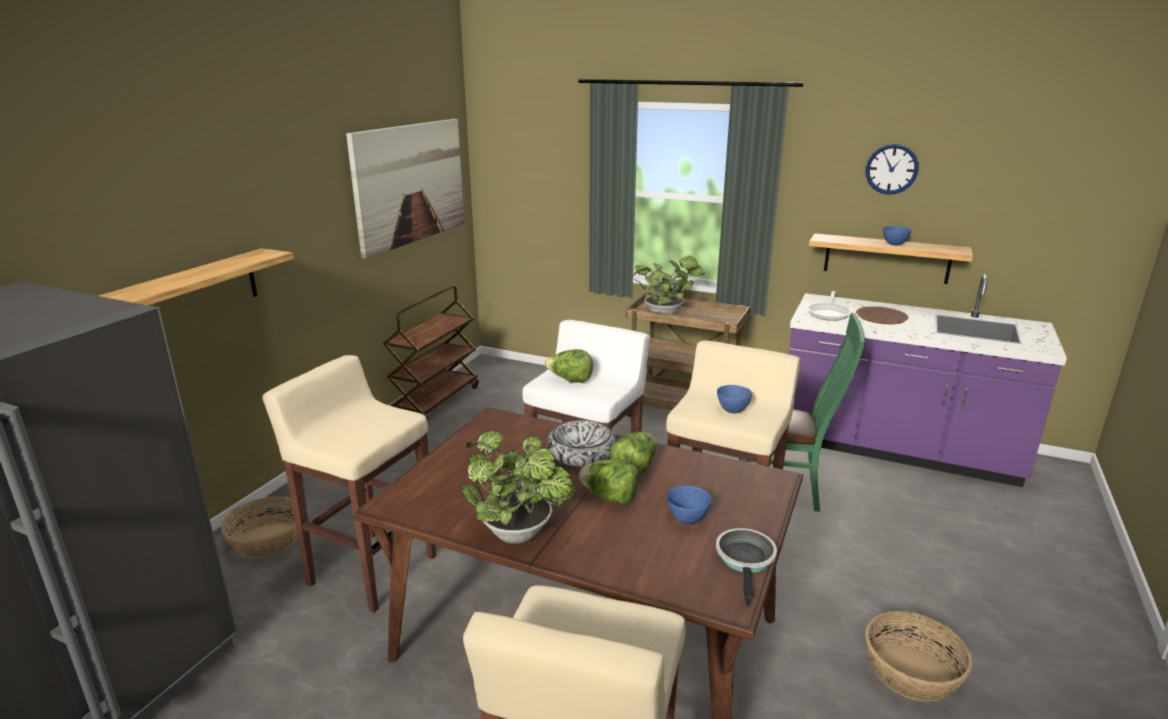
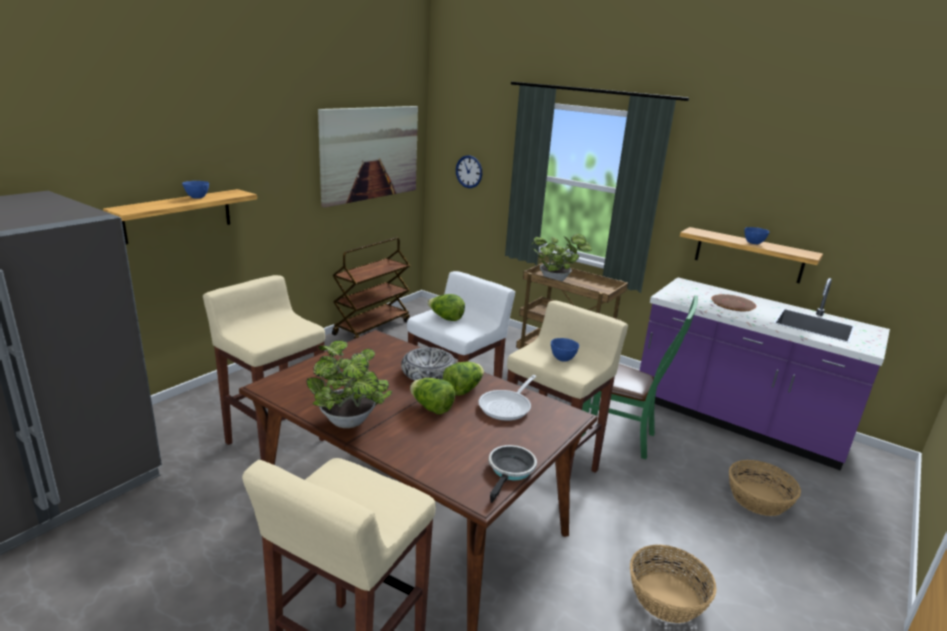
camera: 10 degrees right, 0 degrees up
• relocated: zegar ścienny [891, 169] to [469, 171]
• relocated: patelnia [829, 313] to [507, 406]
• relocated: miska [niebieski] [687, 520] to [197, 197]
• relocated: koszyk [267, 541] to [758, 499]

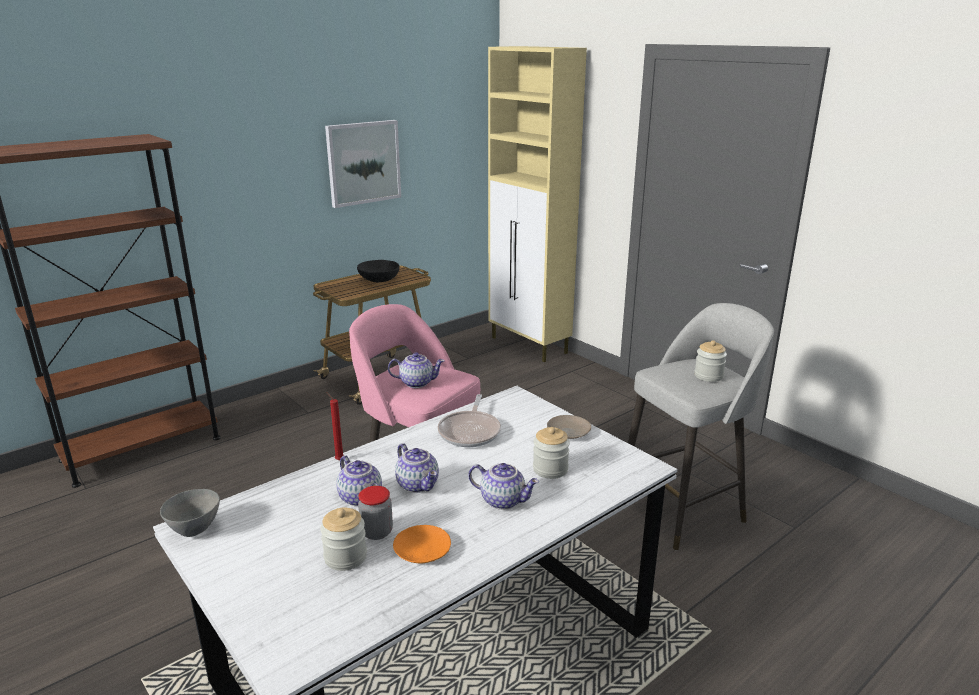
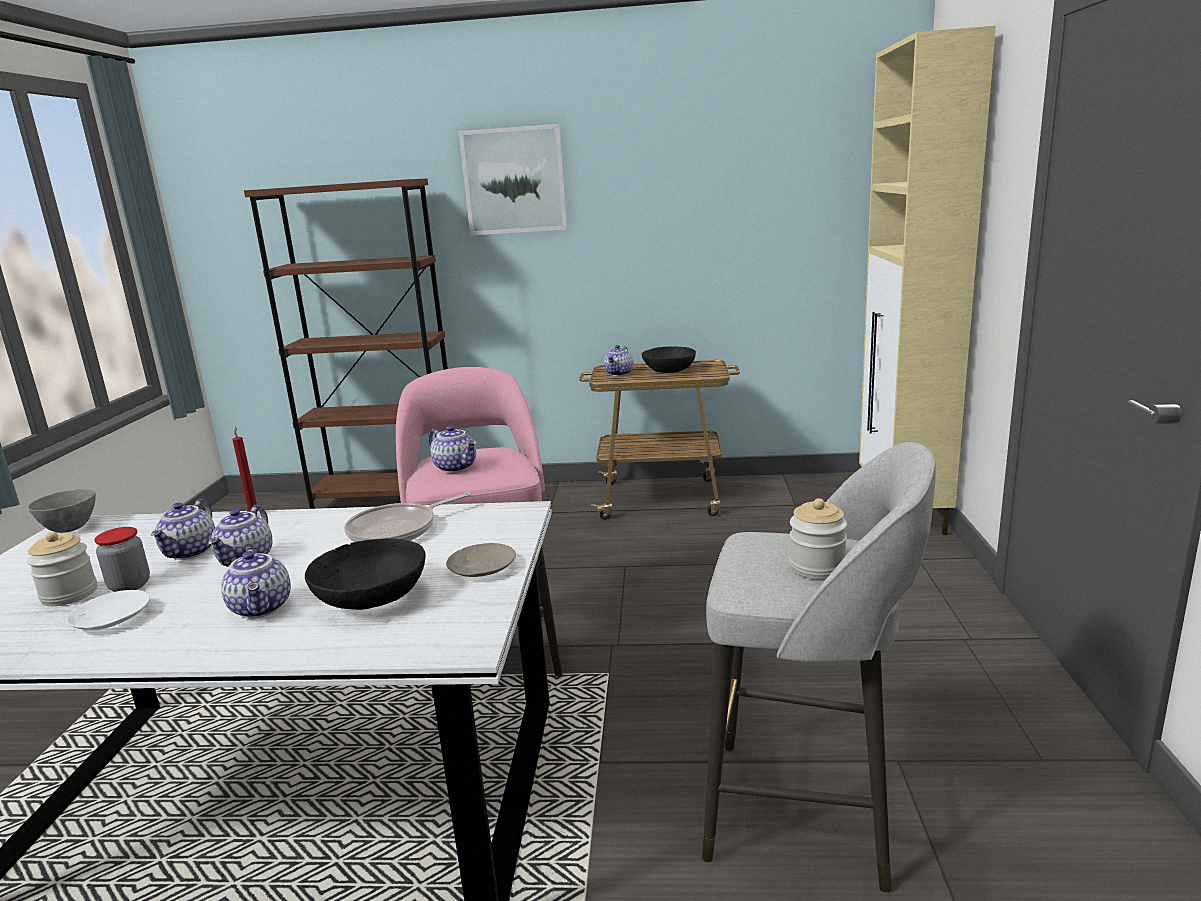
camera: 45 degrees right, 5 degrees down
• relocated: obraz [363, 163] to [514, 180]
• exchanged: słoik [550, 469] to miska [czarny] [371, 598]
• colour: talerz [pomarańczowy] [422, 550] to talerz [biały] [111, 619]
• appeared: imbryk [620, 374]

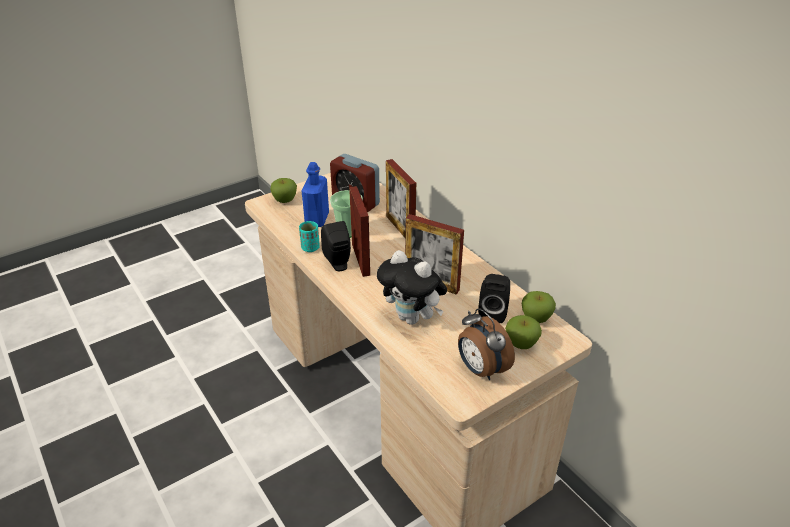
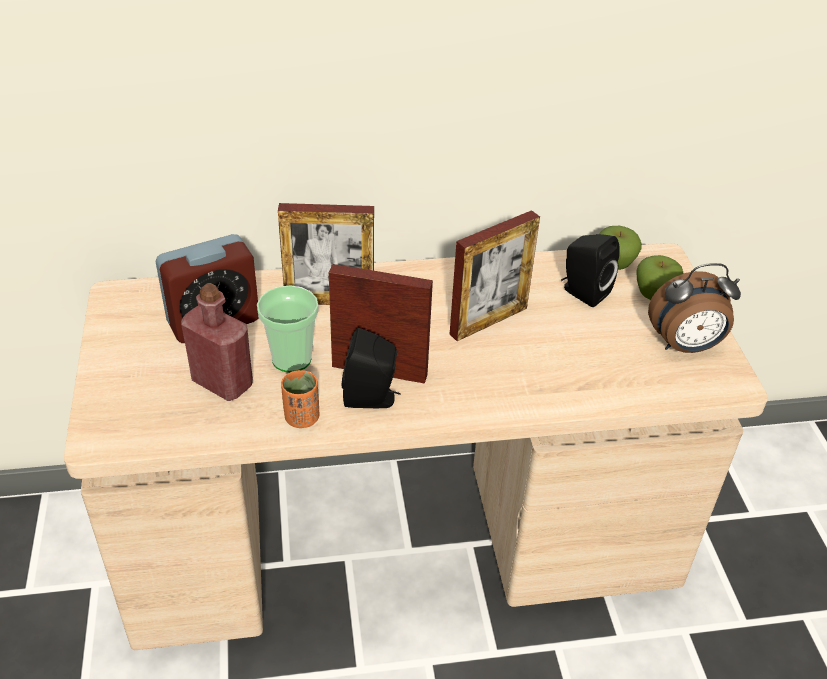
camera: 65 degrees left, 5 degrees up
• colour: butelka [niebieski] [317, 219] to butelka [czerwony] [222, 383]
• missing: jabłko [285, 201]
• colour: filiżanka [turkusowy] [310, 248] to filiżanka [pomarańczowy] [302, 418]
• missing: pluszak [412, 318]

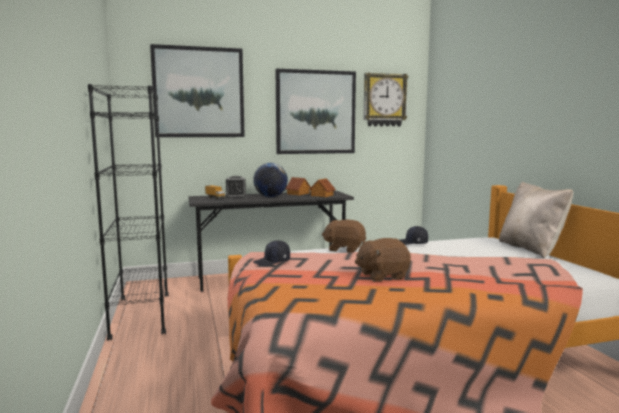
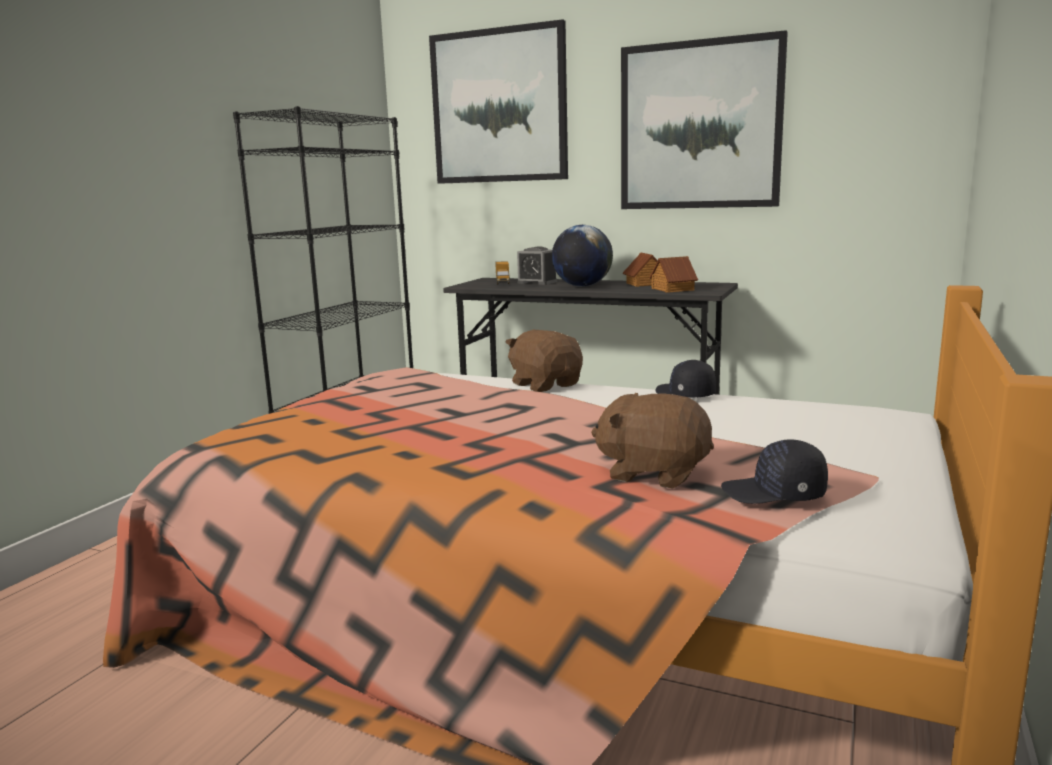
camera: 40 degrees right, 5 degrees up
• missing: zegar ścienny [384, 100]
• missing: poduszka [beżowy] [531, 249]
• relocated: pluszak [brązowy] [382, 275] to [653, 473]
• relocated: czapka z daszkiem [czarny] [272, 262] to [774, 494]

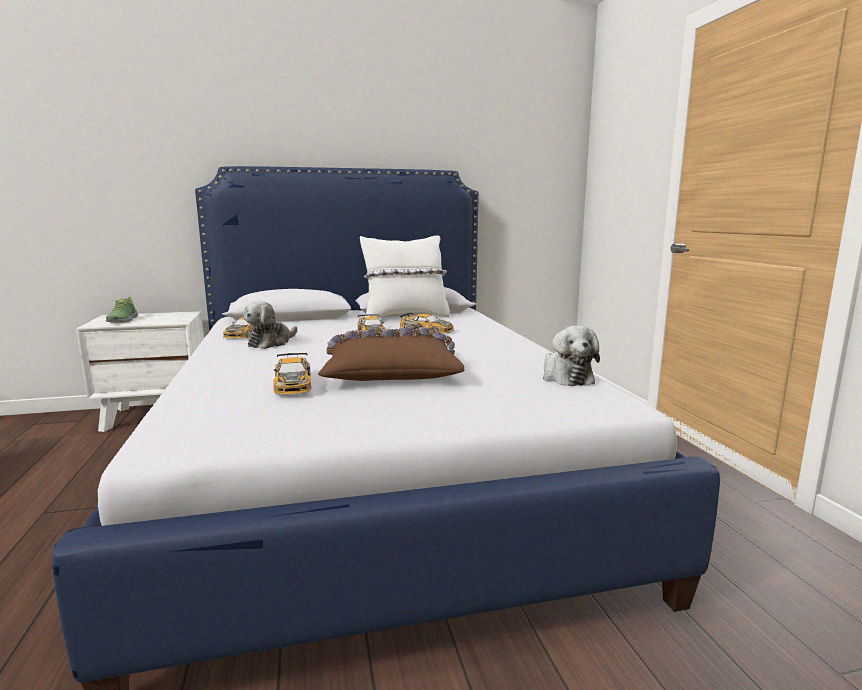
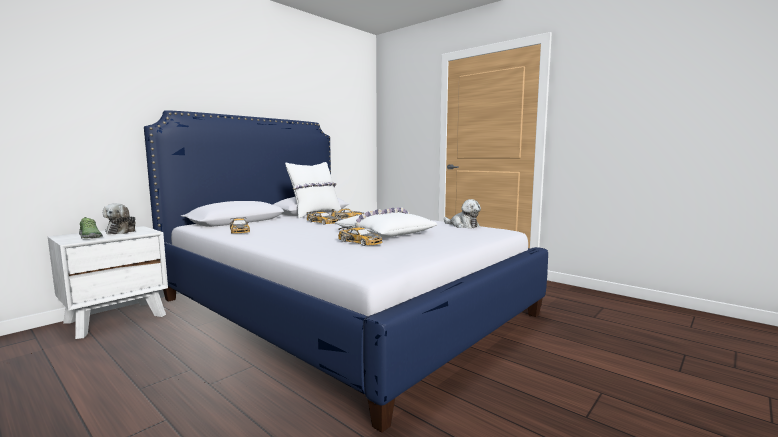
camera: 35 degrees left, 5 degrees down
• relocated: pluszak [271, 343] to [122, 231]
• colour: poduszka [brązowy] [390, 371] to poduszka [biały] [385, 233]

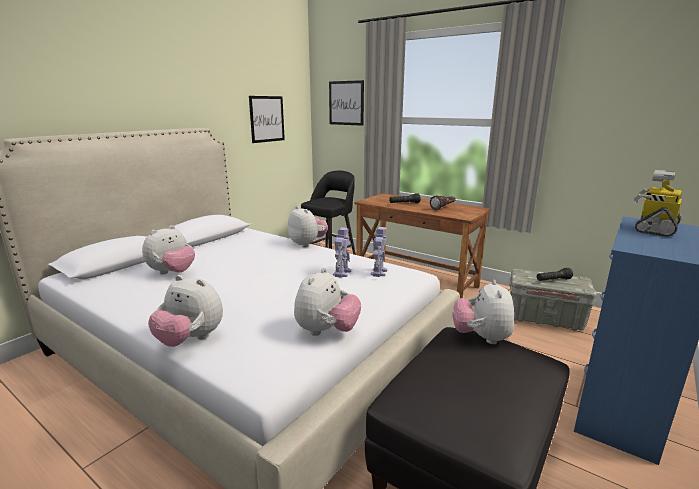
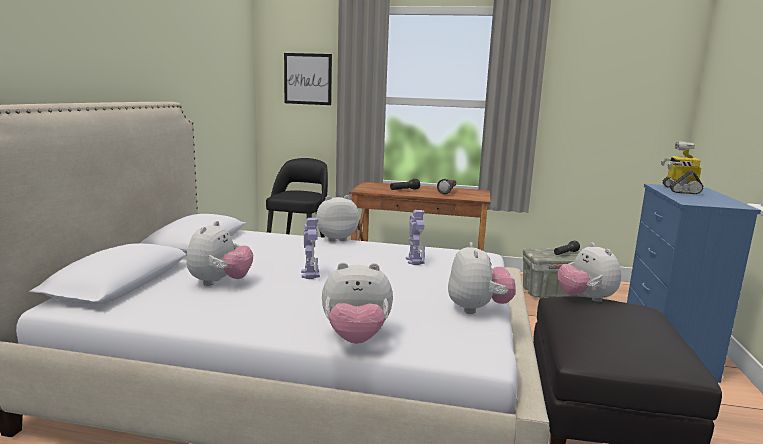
camera: 25 degrees left, 5 degrees down
• missing: obraz [267, 119]
• spun: pluszak [307, 244] = [335, 238] 45 degrees counterclockwise
• relocated: robot zabawkowy [379, 272] to [310, 274]

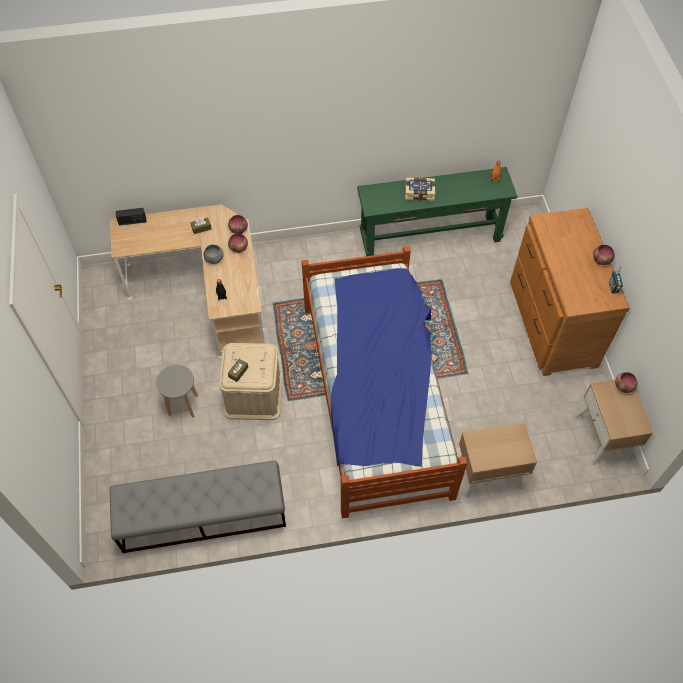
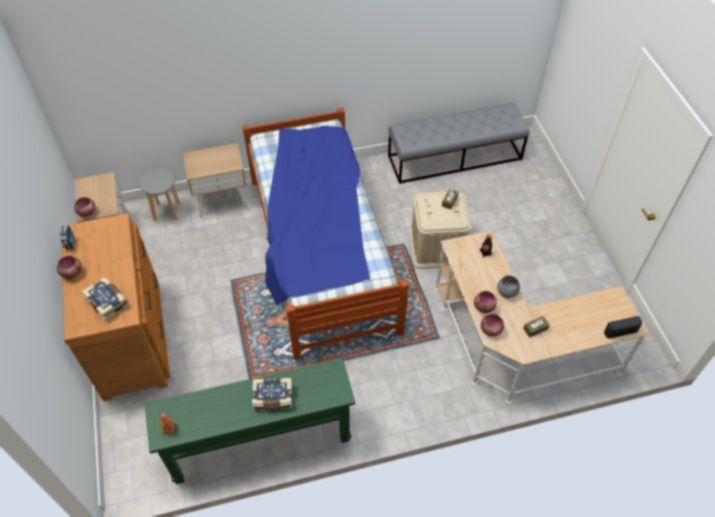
camera: 175 degrees right, 5 degrees down
• relocated: stołek [szary] [183, 405] to [167, 212]
• appeared: książka [108, 302]

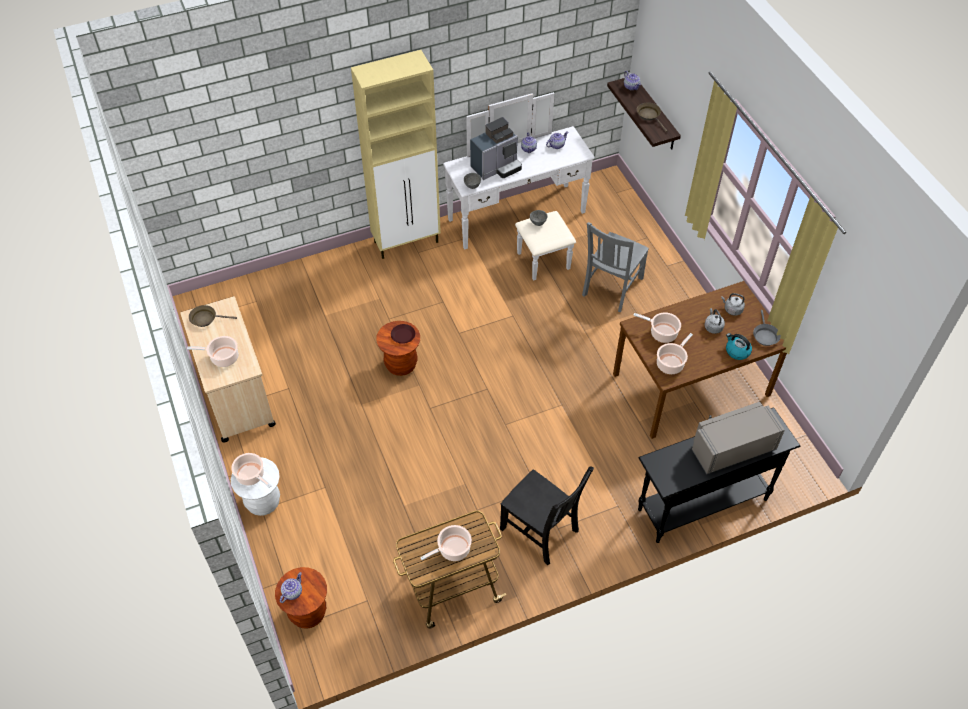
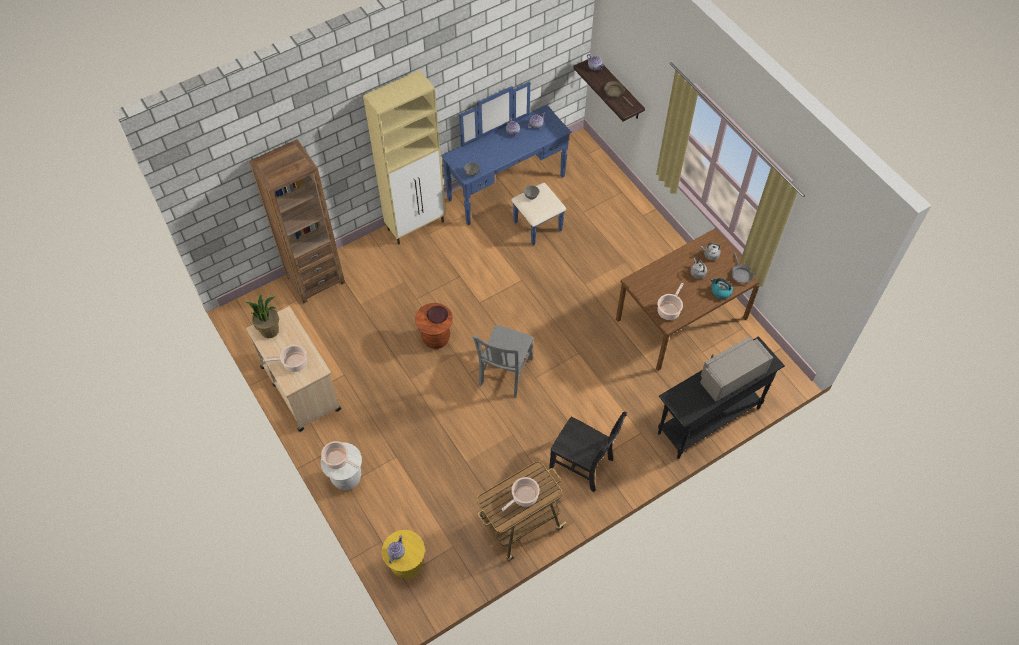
camera: 10 degrees left, 5 degrees up
• colour: komoda [biały] [523, 226] to komoda [niebieski] [514, 196]
• missing: ekspres do kawy [496, 167]
• relocated: krzesło [szary] [611, 288] to [504, 373]
• exchanged: patelnia [brązowy] [206, 318] to roślina doniczkowa [270, 330]
• missing: garnek [661, 333]
• colour: stołek [brązowy] [308, 612] to stołek [żółty] [407, 565]
• appeared: regał [brązowy] [315, 279]

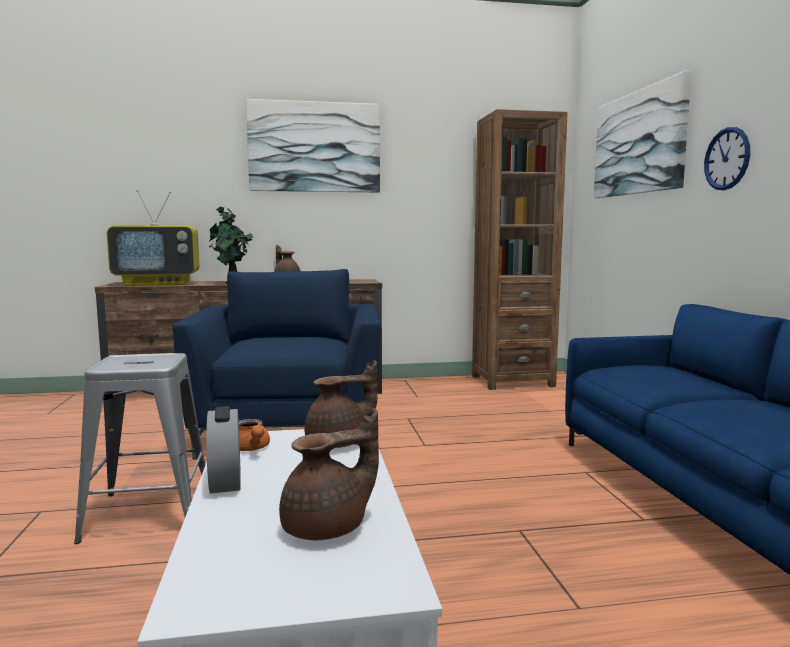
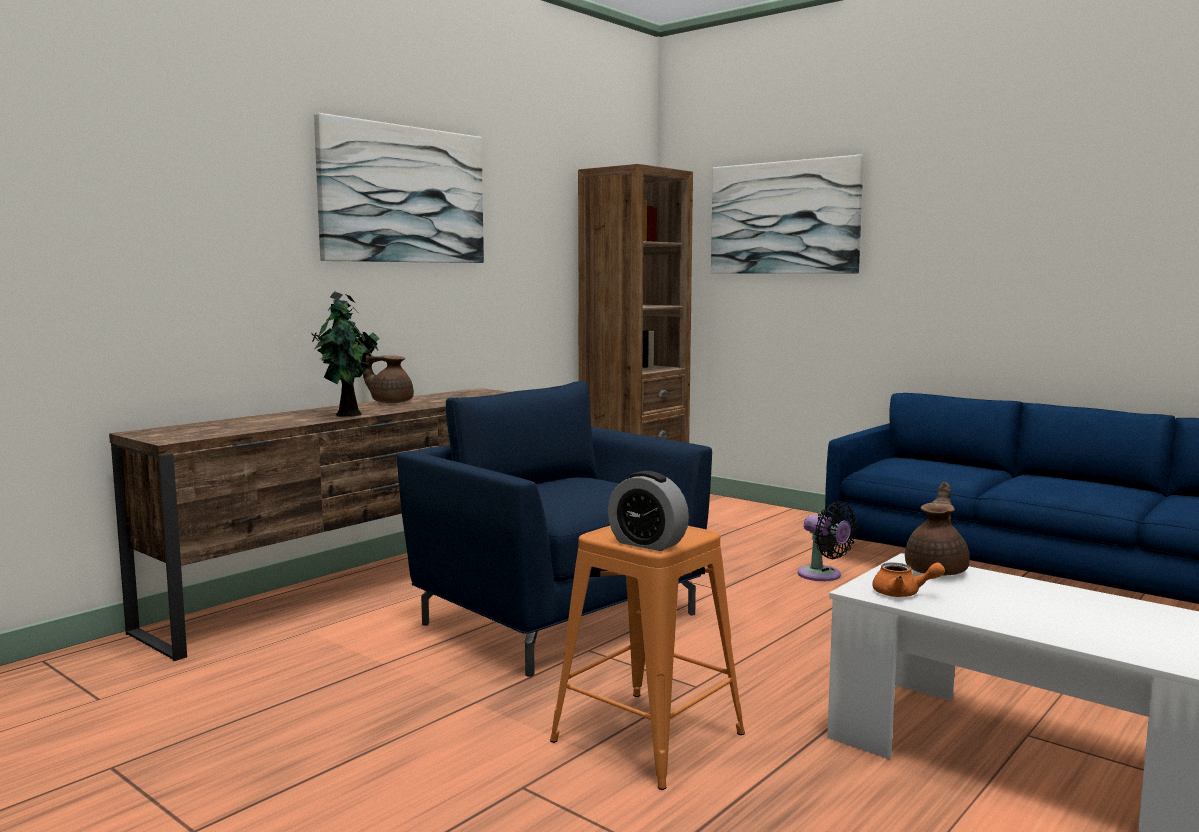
camera: 40 degrees left, 0 degrees up
• missing: zegar ścienny [727, 159]
• missing: telewizor [158, 284]
• colour: stołek [szary] [147, 513] to stołek [pomarańczowy] [648, 738]
• relocated: budzik [225, 481] to [647, 543]
• missing: imbryk [brązowy] [328, 527]
• appeared: wentylator [czarny] [823, 576]

